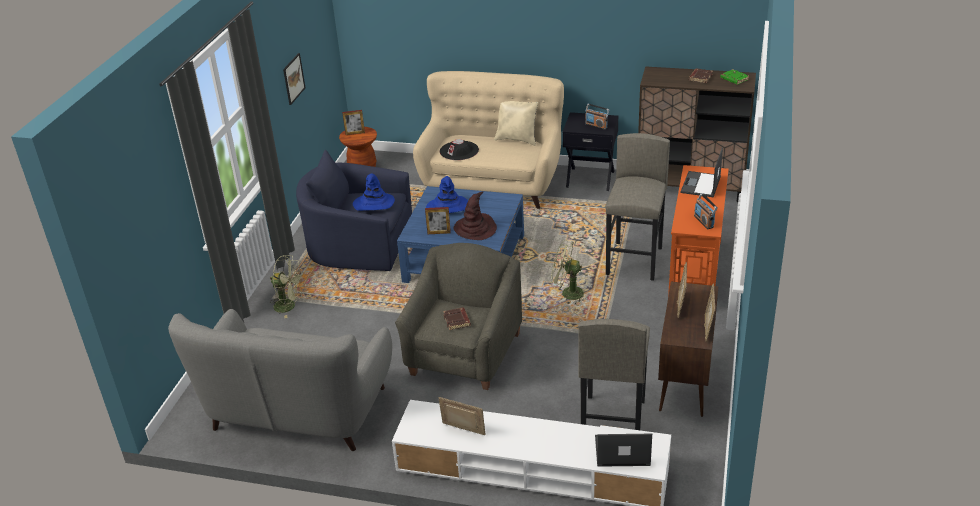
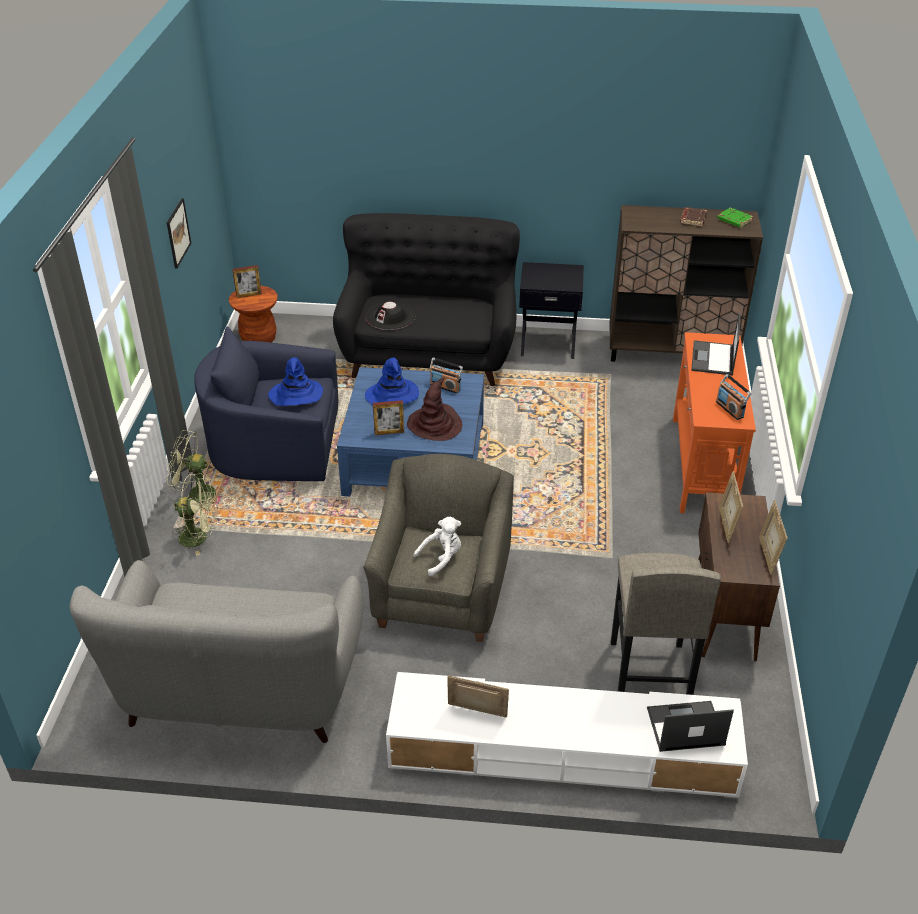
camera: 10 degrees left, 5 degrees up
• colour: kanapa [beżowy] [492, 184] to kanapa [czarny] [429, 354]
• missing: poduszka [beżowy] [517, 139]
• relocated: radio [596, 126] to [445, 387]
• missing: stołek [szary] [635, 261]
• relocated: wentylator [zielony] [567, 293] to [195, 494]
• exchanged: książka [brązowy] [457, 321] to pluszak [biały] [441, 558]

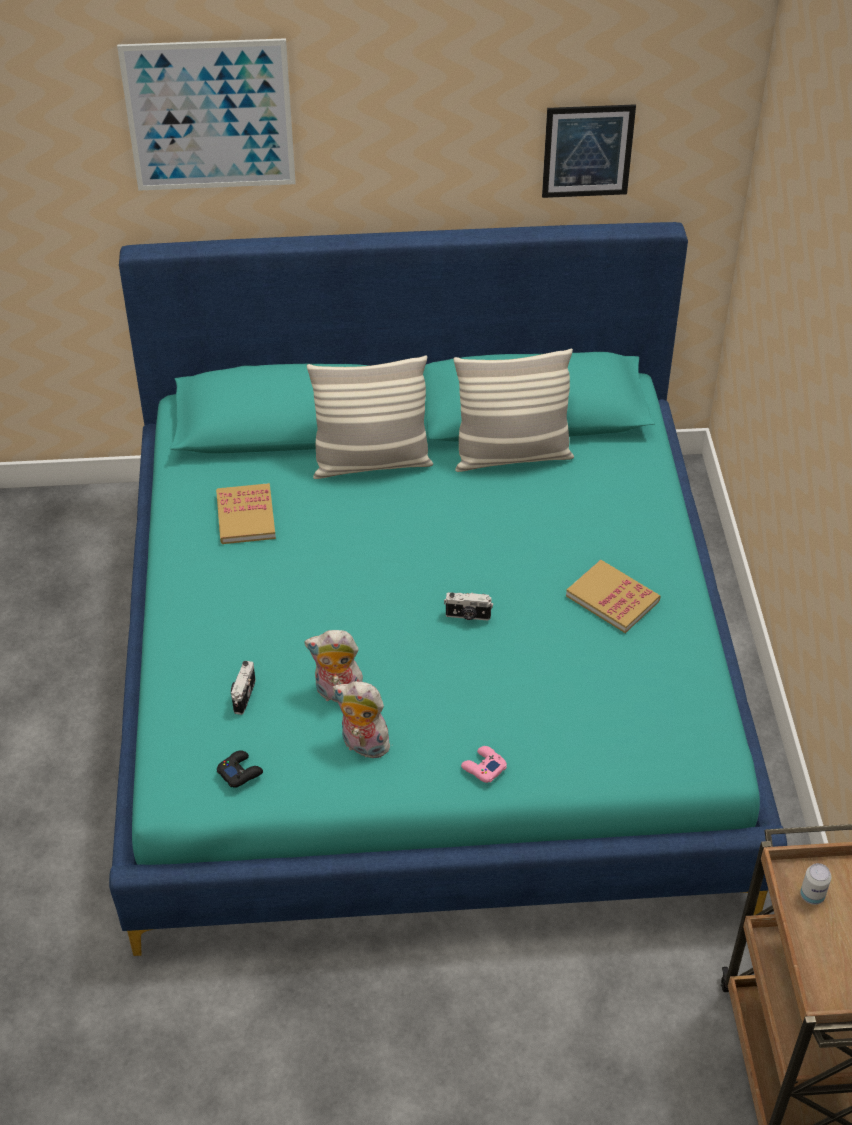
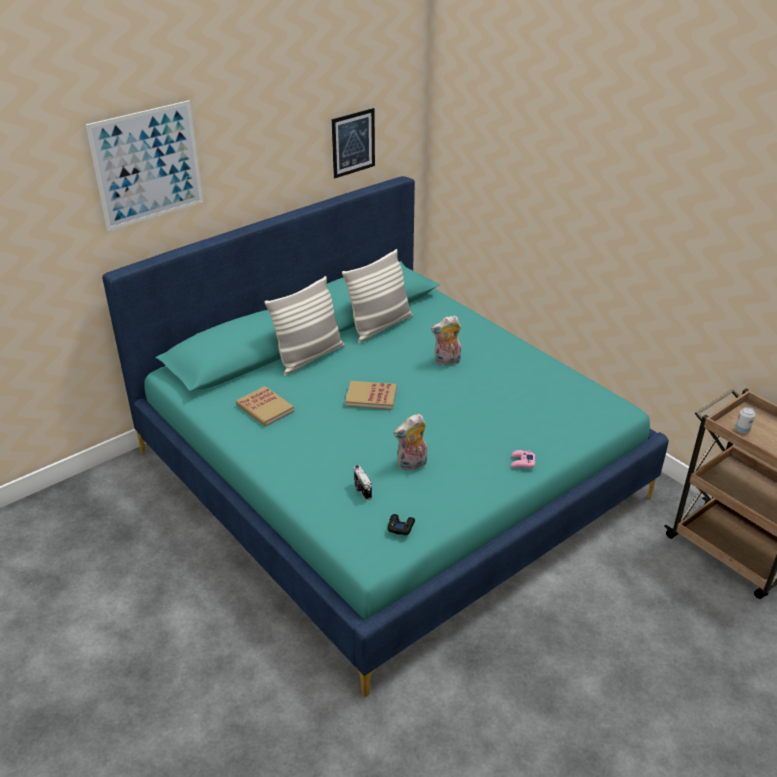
camera: 35 degrees left, 10 degrees down
• relocated: książka [612, 598] to [371, 397]
• missing: aparat fotograficzny [468, 616]
• relocated: pluszak [362, 746] to [447, 362]

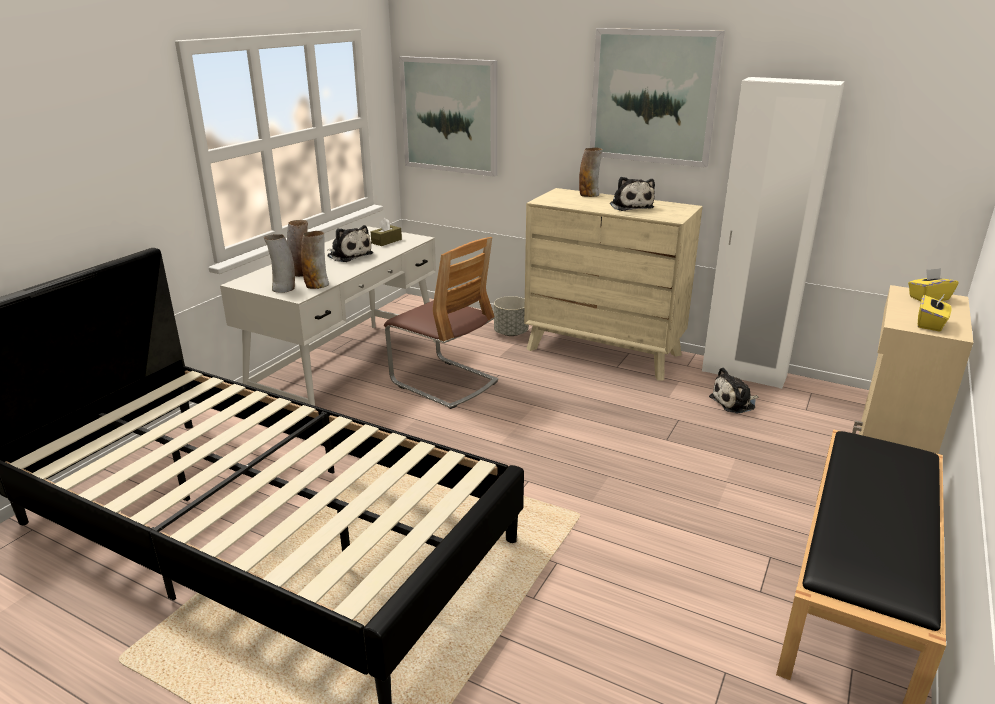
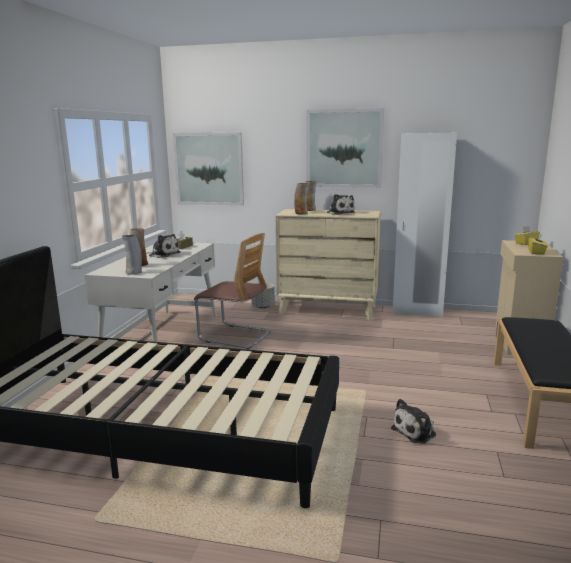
camera: 15 degrees left, 10 degrees down
• relocated: wazon [317, 285] to [301, 213]
• relocated: pluszak [734, 403] to [416, 431]

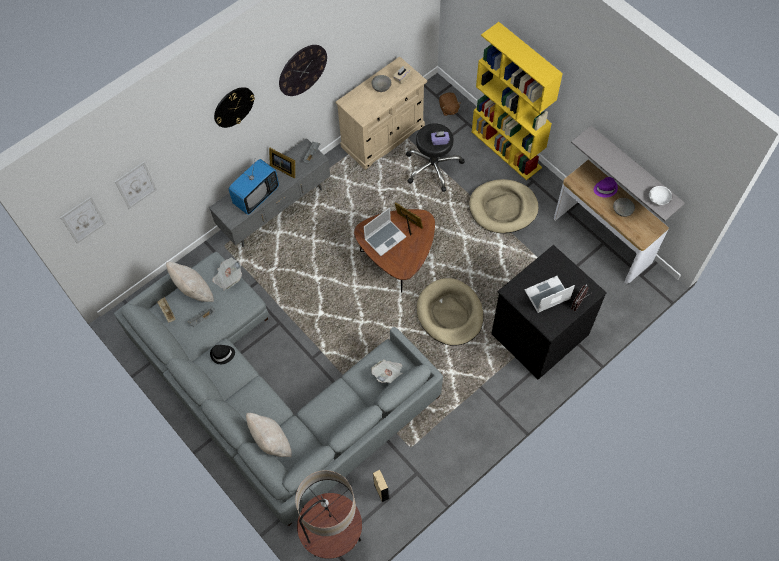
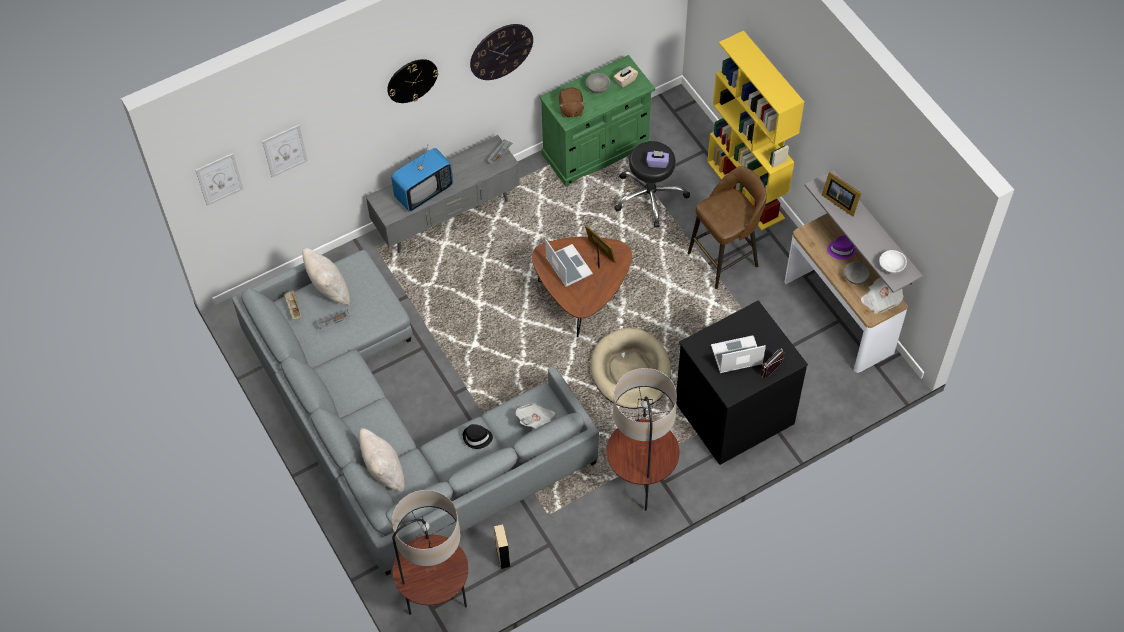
camera: 10 degrees right, 5 degrees down
• colour: szafka [beżowy] [383, 136] to szafka [zielony] [596, 150]
• relocated: pluszak [brązowy] [448, 109] to [571, 109]
• relocated: ramka na zdjęcie [283, 168] to [839, 201]
• exchanged: legowisko [beżowy] [503, 208] to stołek [brązowy] [725, 259]
• spun: laptop [385, 238] = [567, 266] 90 degrees counterclockwise
• relocated: gazeta [228, 278] to [881, 300]
• relocated: kapelusz [czarny] [222, 354] to [477, 438]
• appeared: lampa stojąca [641, 484]

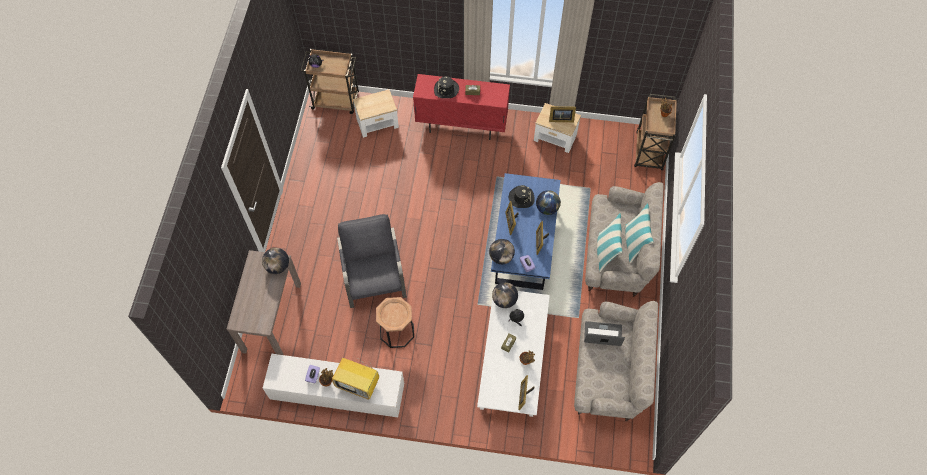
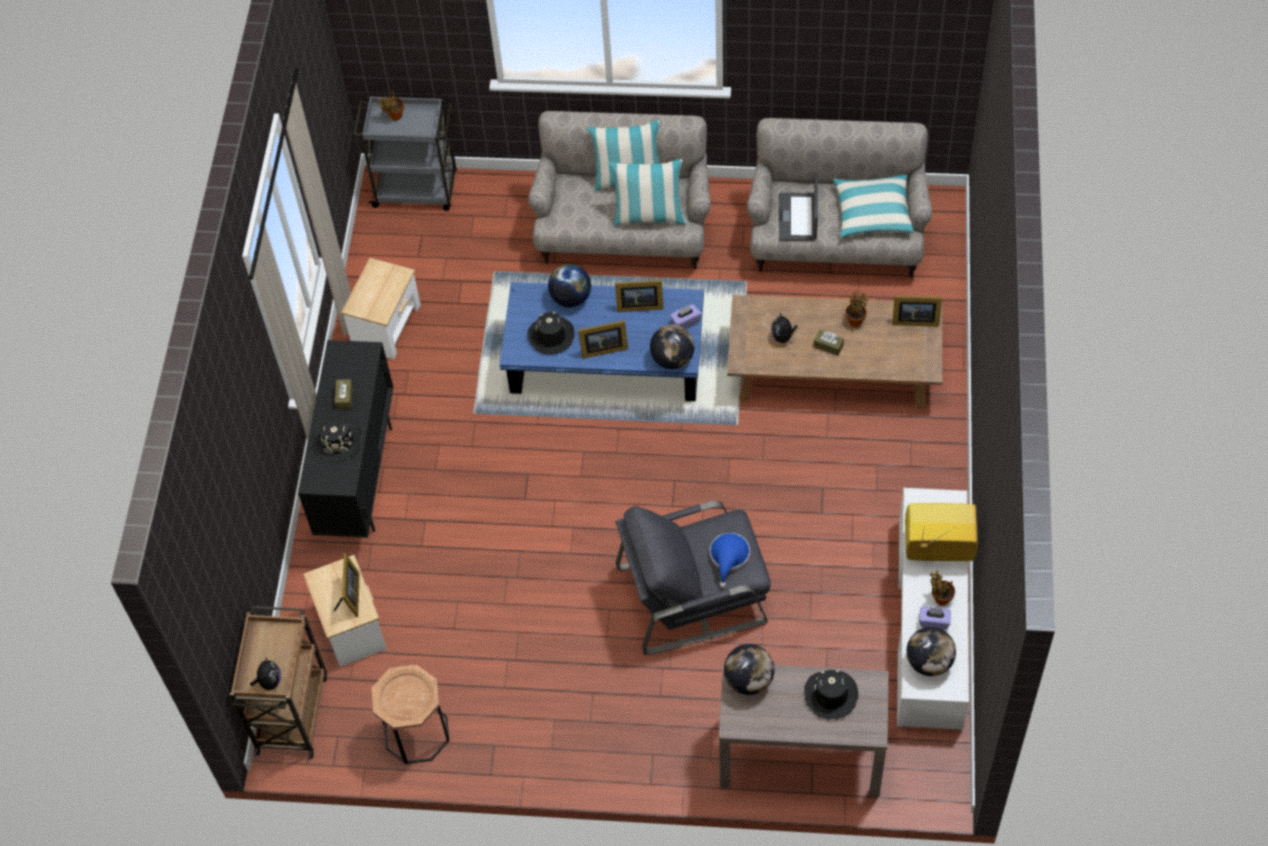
camera: 90 degrees left, 5 degrees down
• colour: szafka [czerwony] [461, 126] to szafka [czarny] [359, 477]
• colour: wózek [brązowy] [649, 152] to wózek [szary] [417, 190]
• relocated: ramka na zdjęcie [560, 119] to [351, 596]
• relocated: globus [504, 300] to [929, 662]
• colour: ława [biały] [513, 360] to ława [brązowy] [834, 367]
• relocated: stolik [brązowy] [397, 331] to [416, 733]
• spun: telewizor [359, 384] = [936, 549] 105 degrees counterclockwise
• appeared: poduszka [873, 212]
• appeared: kapelusz [niebieski] [729, 557]
• appeared: kapelusz [czarny] [830, 695]

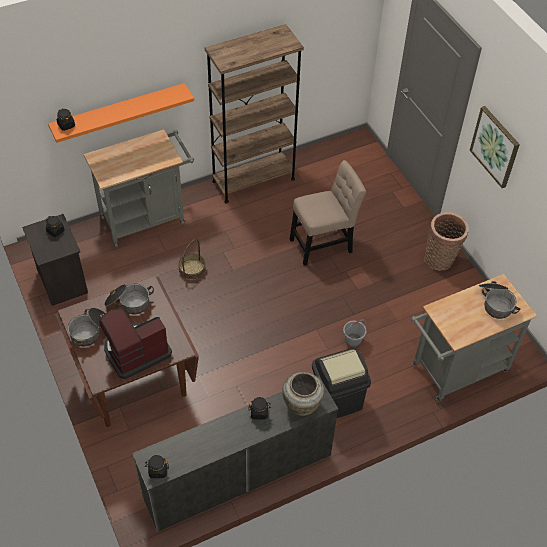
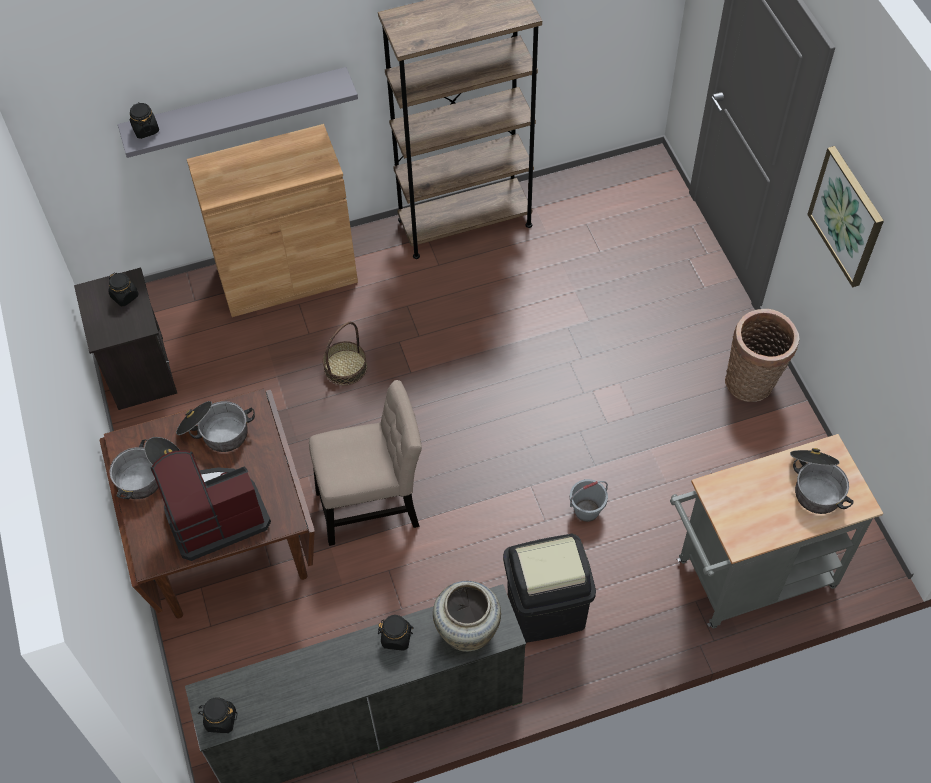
camera: 10 degrees right, 5 degrees up
• colour: półka [pomarańczowy] [119, 112] to półka [szary] [236, 110]
• exchanged: wózek [szary] [147, 218] to szafka [brązowy] [287, 275]
• relocated: krzesło [beżowy] [323, 244] to [373, 505]

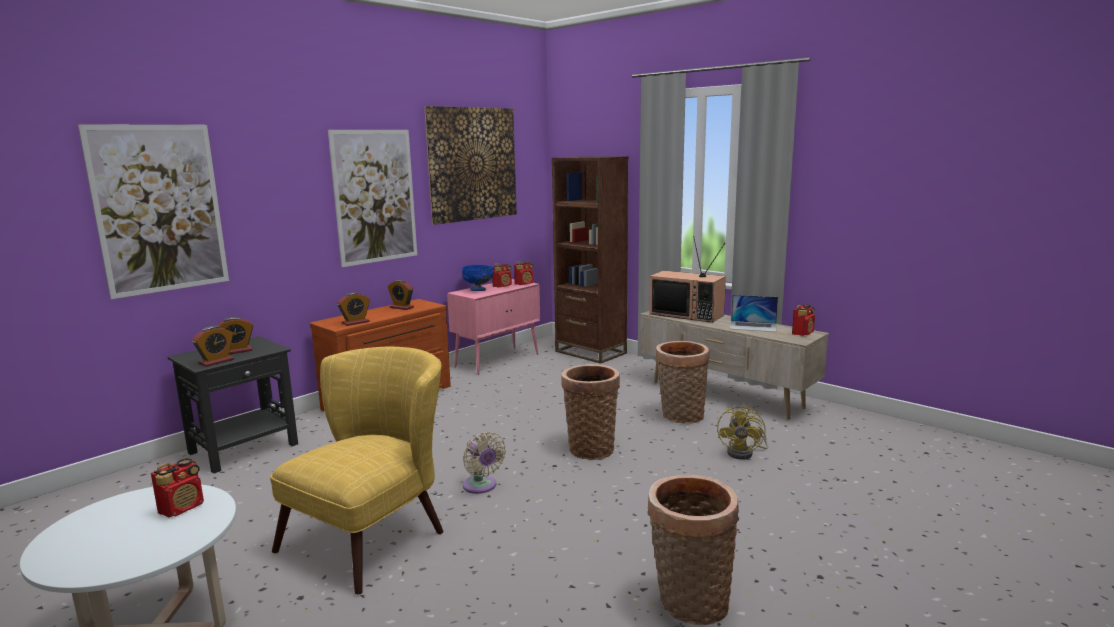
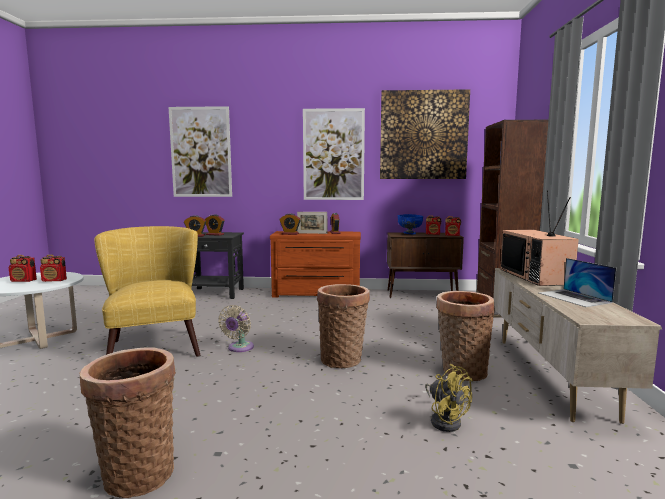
camera: 50 degrees right, 5 degrees down
• colour: szafka [różowy] [498, 360] to szafka [brązowy] [422, 294]
• relocated: radio [802, 333] to [24, 281]
• spun: fotel [żółty] [375, 534] = [155, 344] 105 degrees counterclockwise
• spun: wentylator [żółty] [744, 453] = [445, 420] 105 degrees counterclockwise
• appeared: ramka na zdjęcie [312, 233]

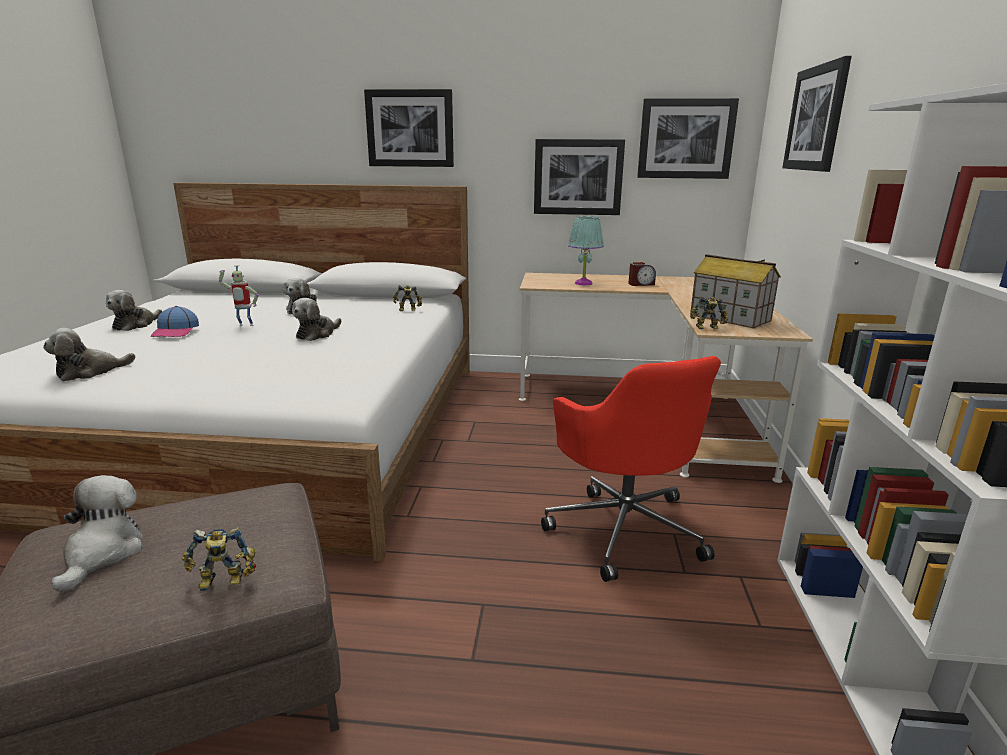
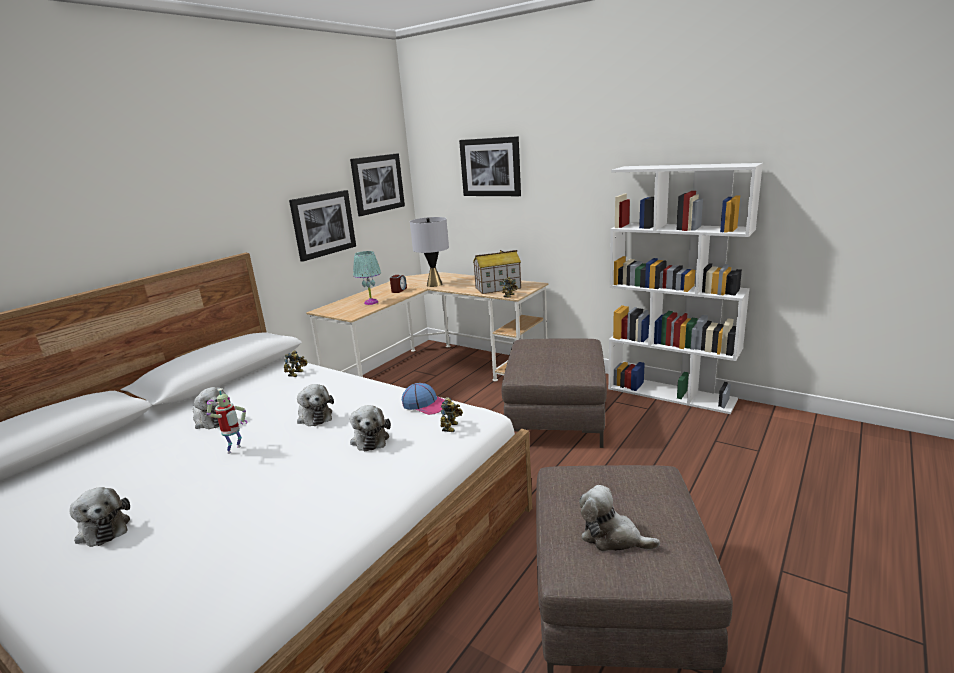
camera: 60 degrees left, 0 degrees up
• missing: obraz [410, 128]
• relocated: czapka z daszkiem [175, 331] to [426, 405]
• relocated: pluszak [90, 372] to [370, 438]
• exchanged: krzesło biurowe [czerwony] [624, 528] to pufa [brązowy] [556, 417]
• relocated: robot zabawkowy [223, 582] to [452, 427]
• appeared: lampa stołowa [szary] [434, 284]

